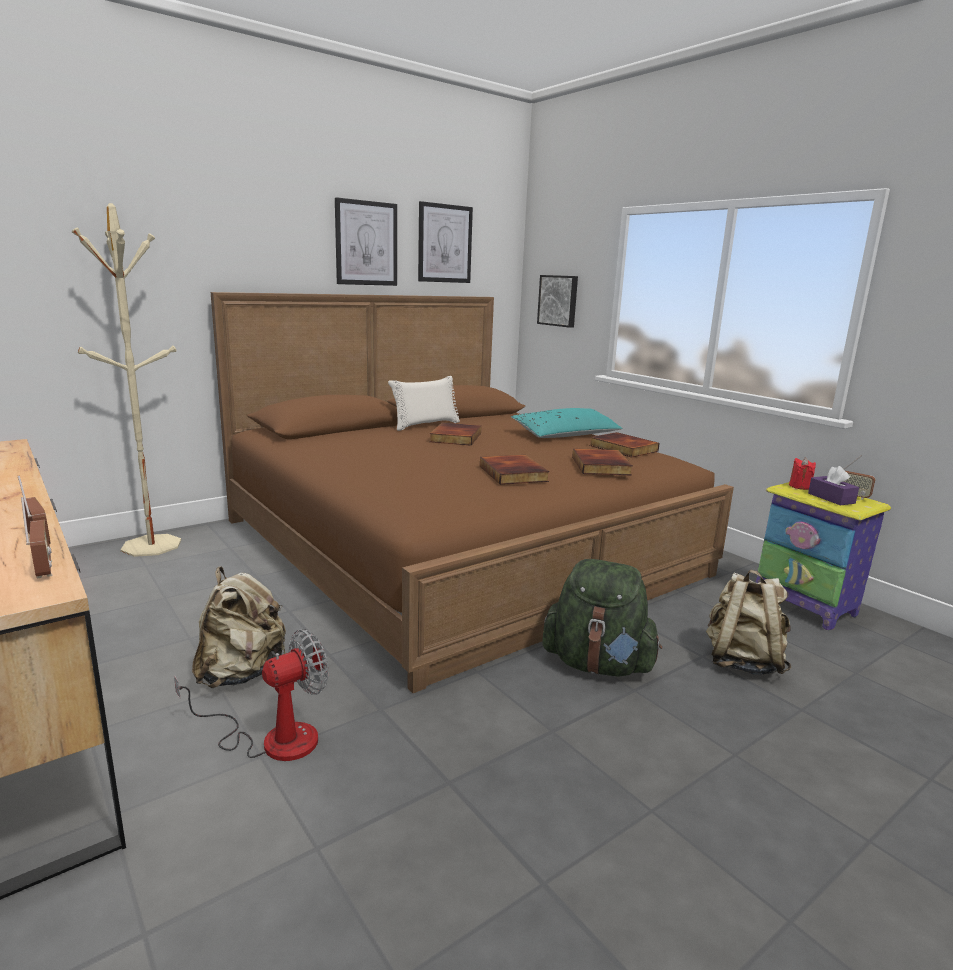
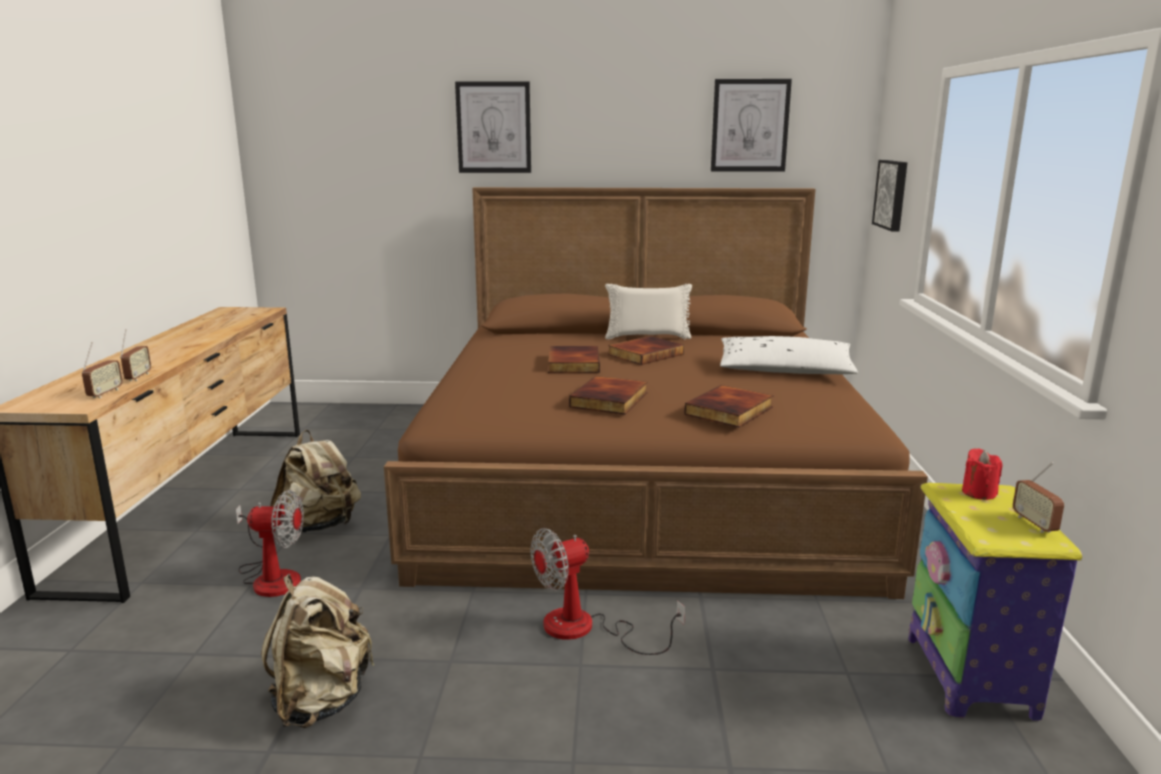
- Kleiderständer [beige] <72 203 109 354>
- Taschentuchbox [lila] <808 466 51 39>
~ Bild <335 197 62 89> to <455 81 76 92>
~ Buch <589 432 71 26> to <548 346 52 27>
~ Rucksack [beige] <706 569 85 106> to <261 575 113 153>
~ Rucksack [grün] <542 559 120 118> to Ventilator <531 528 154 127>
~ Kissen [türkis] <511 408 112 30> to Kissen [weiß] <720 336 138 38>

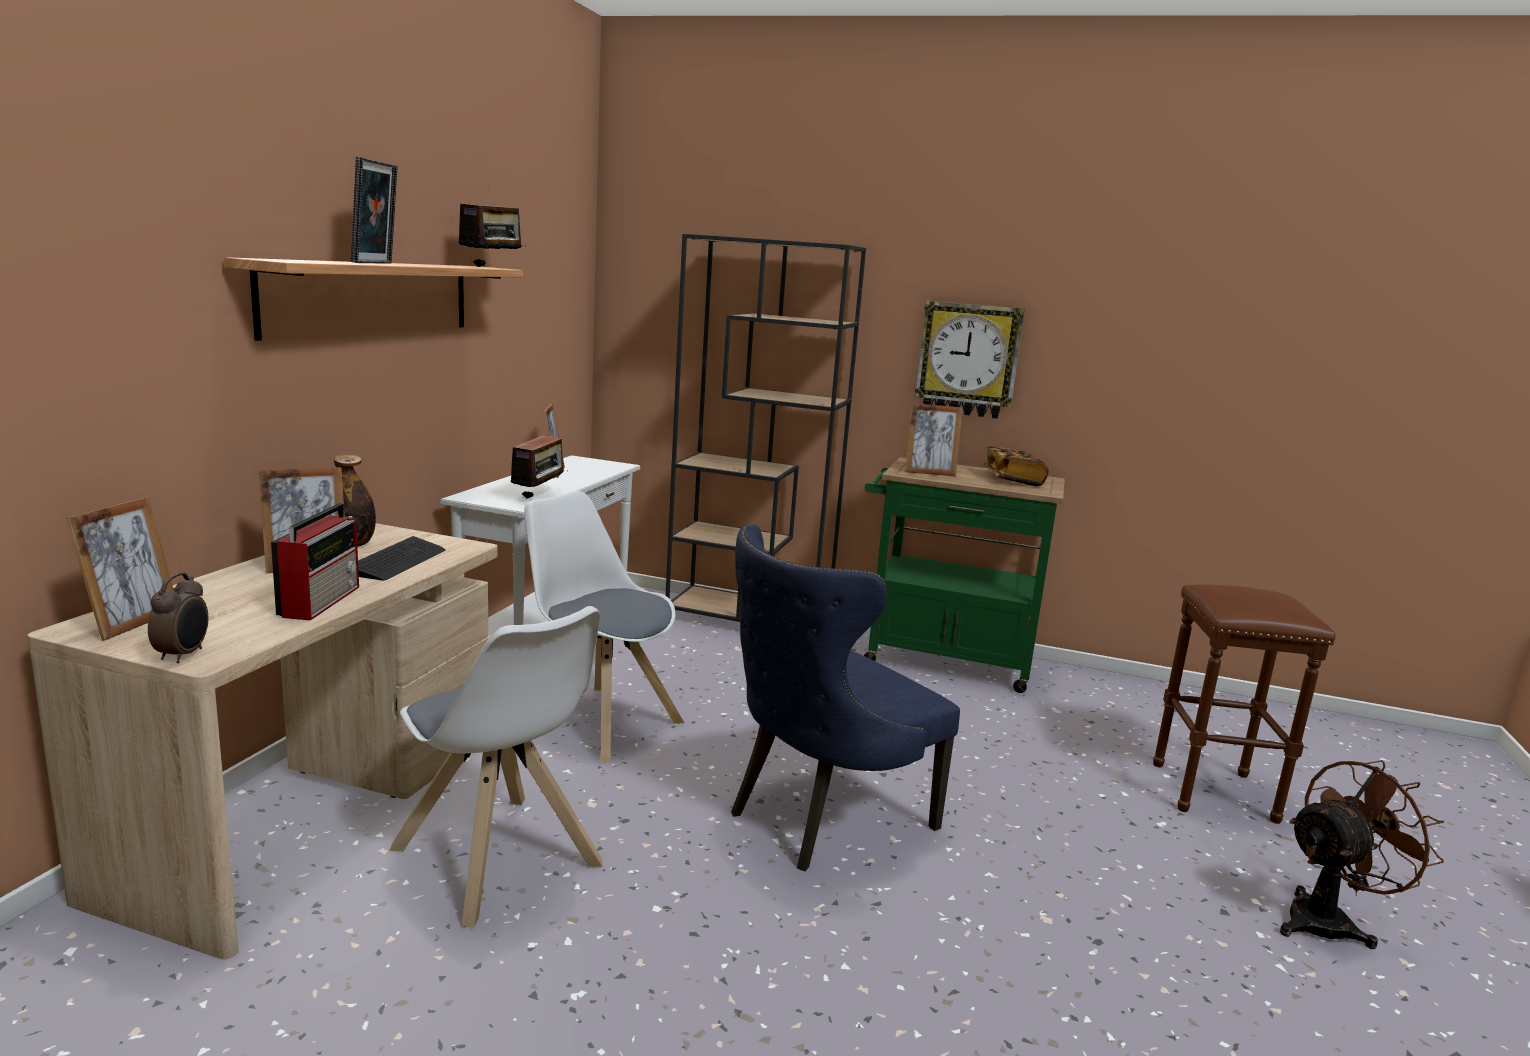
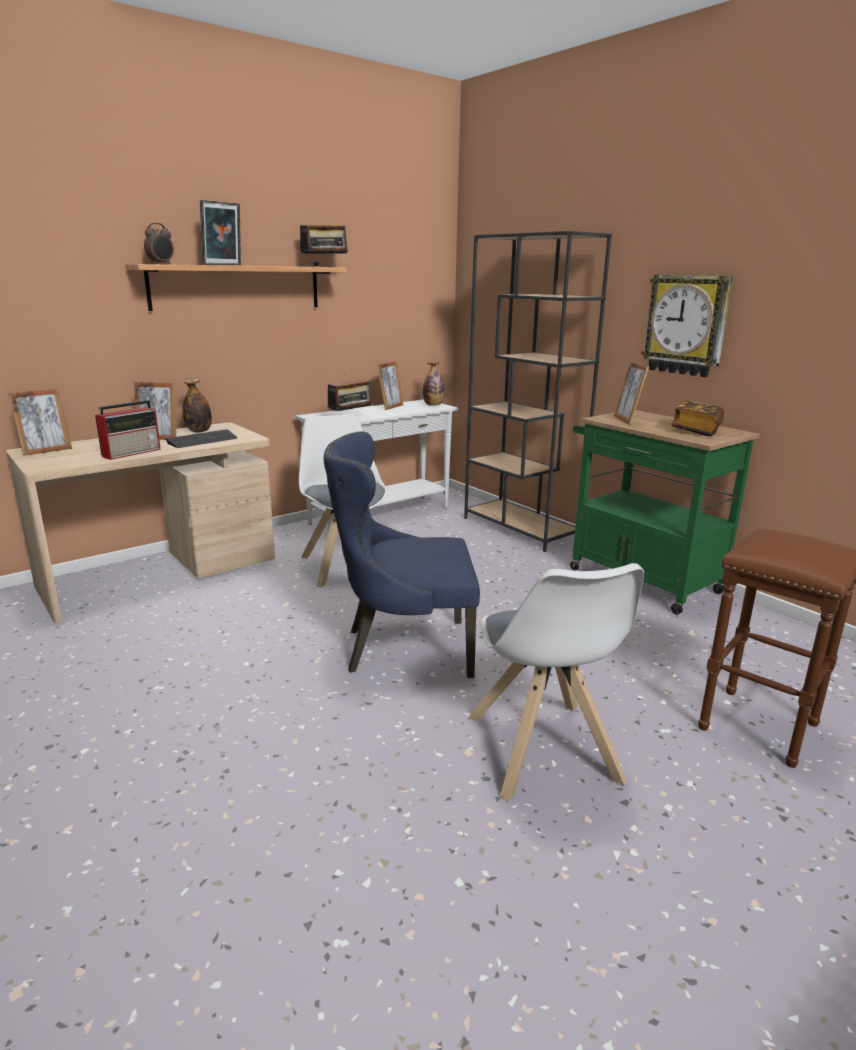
- Ventilator [braun] <1280 760 164 189>
+ Flasche <423 362 22 44>
~ Wecker <148 572 60 91> to <144 223 30 41>
~ Stuhl <389 606 214 322> to <468 563 176 238>
~ Bilderrahmen <905 403 58 74> = <614 361 35 64> 45 degrees clockwise

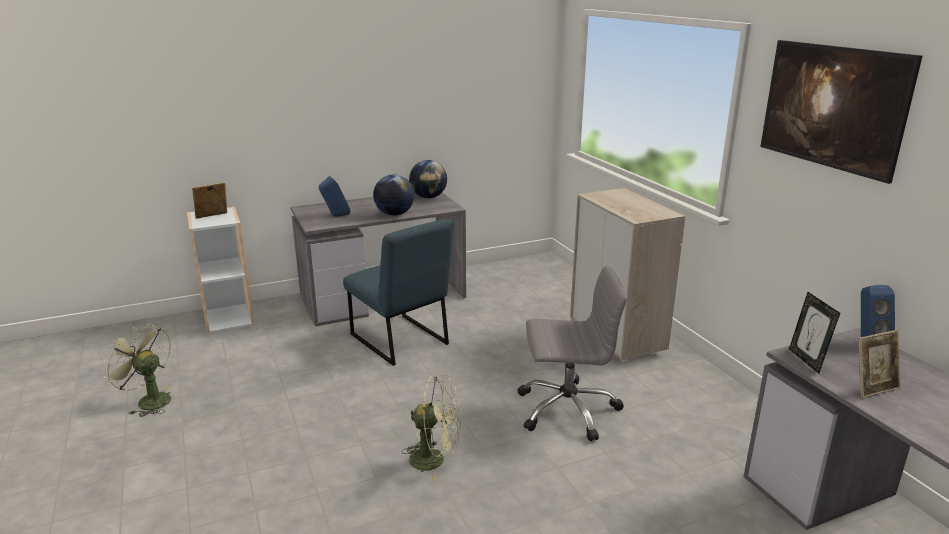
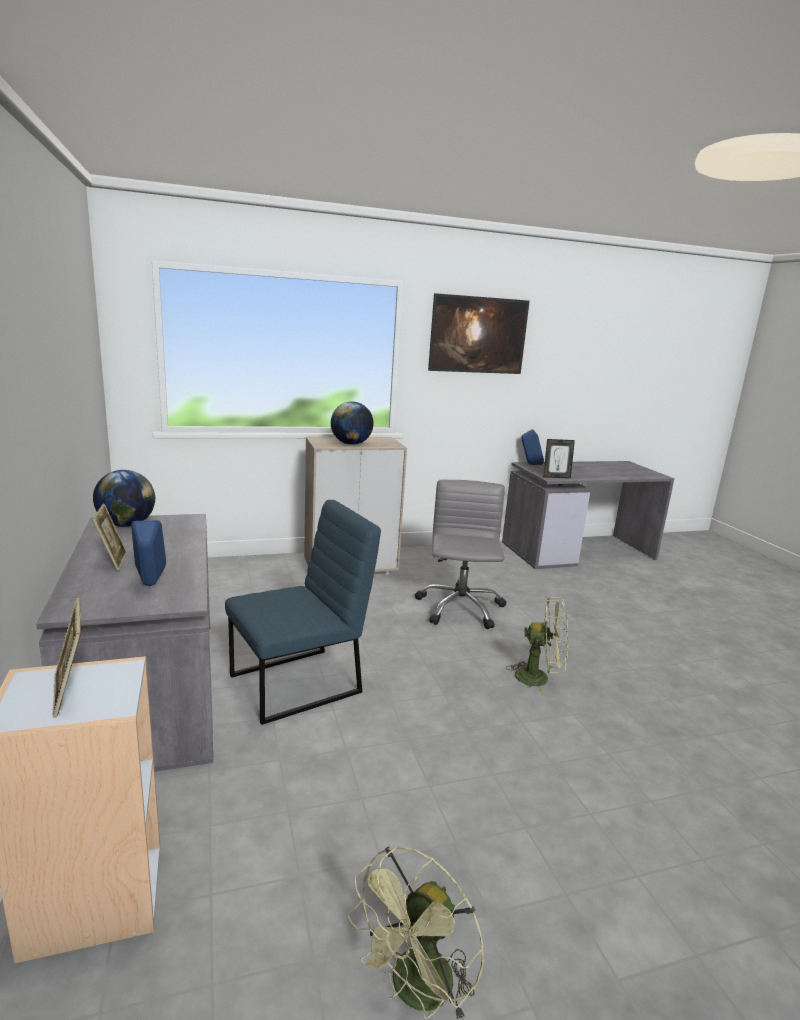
~ Globus <373 174 42 42> to <331 401 43 44>
~ Bilderrahmen <858 330 43 69> to <93 504 34 67>
~ Ventilator [grün] <402 375 59 106> = <506 597 62 99> 90 degrees clockwise

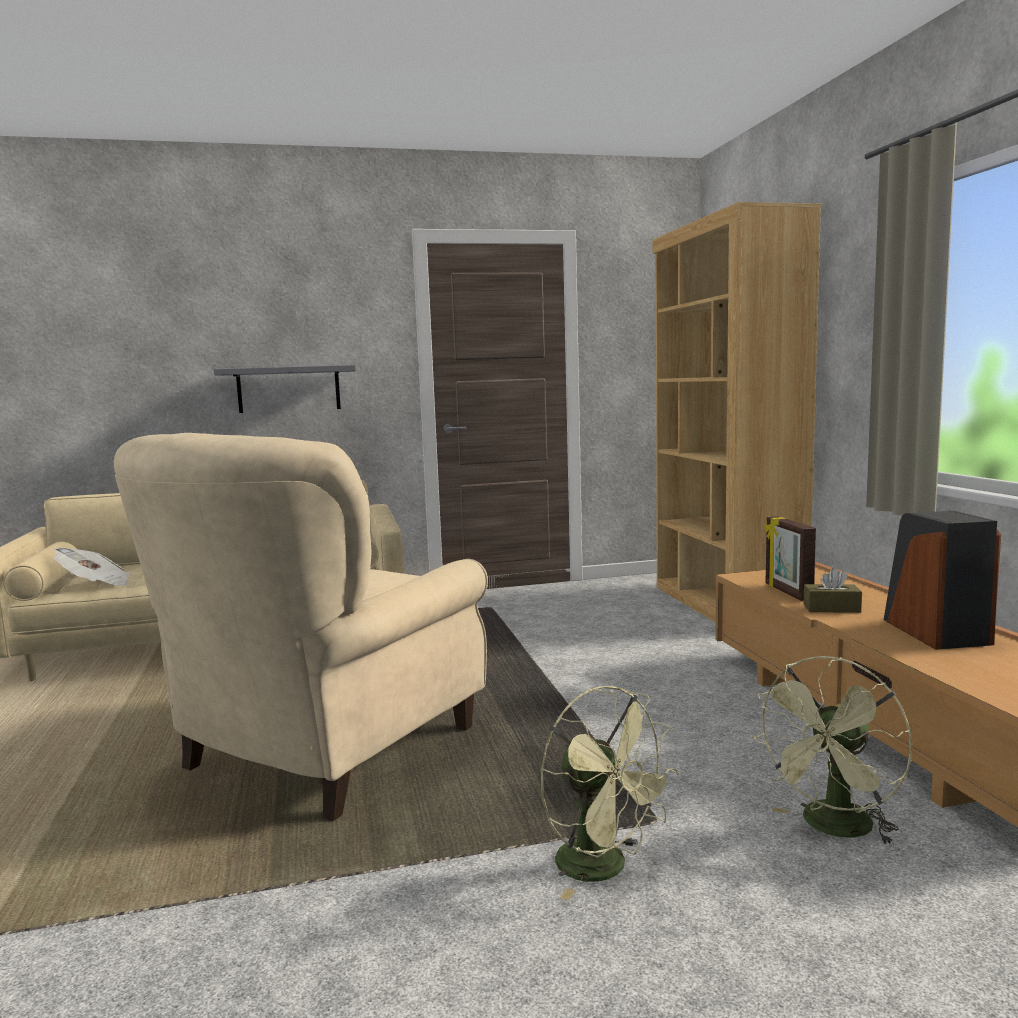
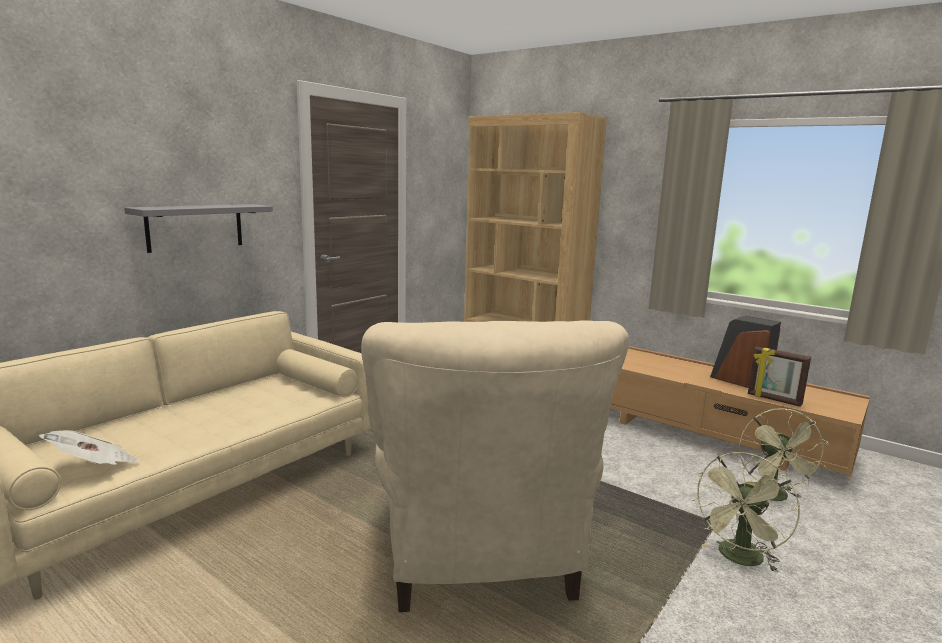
- Taschentuchbox [braun] <804 568 58 45>
~ Bilderrahmen <764 516 52 85> to <748 346 63 61>
~ Ventilator [grün] <540 686 139 214> = <692 452 108 121> 120 degrees clockwise

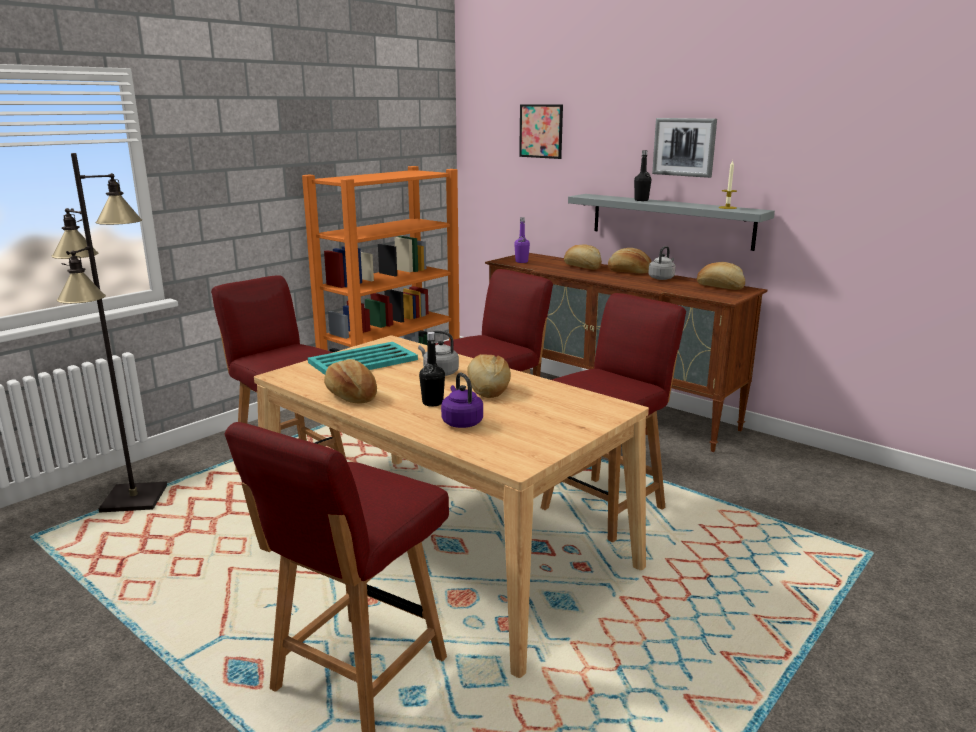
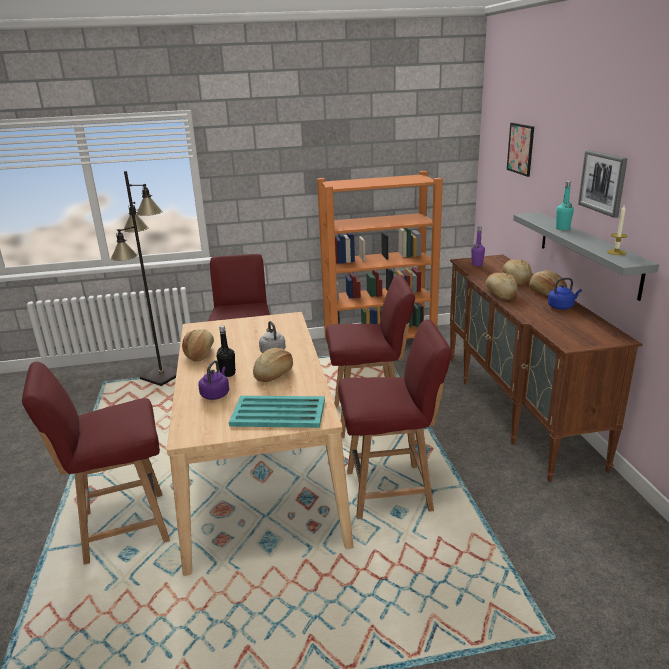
~ Tablett [türkis] <308 342 110 33> to <229 396 96 32>
~ Brot <697 262 48 28> to <485 273 33 27>
~ Flasche [schwarz] <634 150 17 51> to Flasche [türkis] <556 181 18 49>
~ Wasserkessel [grau] <648 246 28 34> to Wasserkessel [blau] <548 278 34 31>

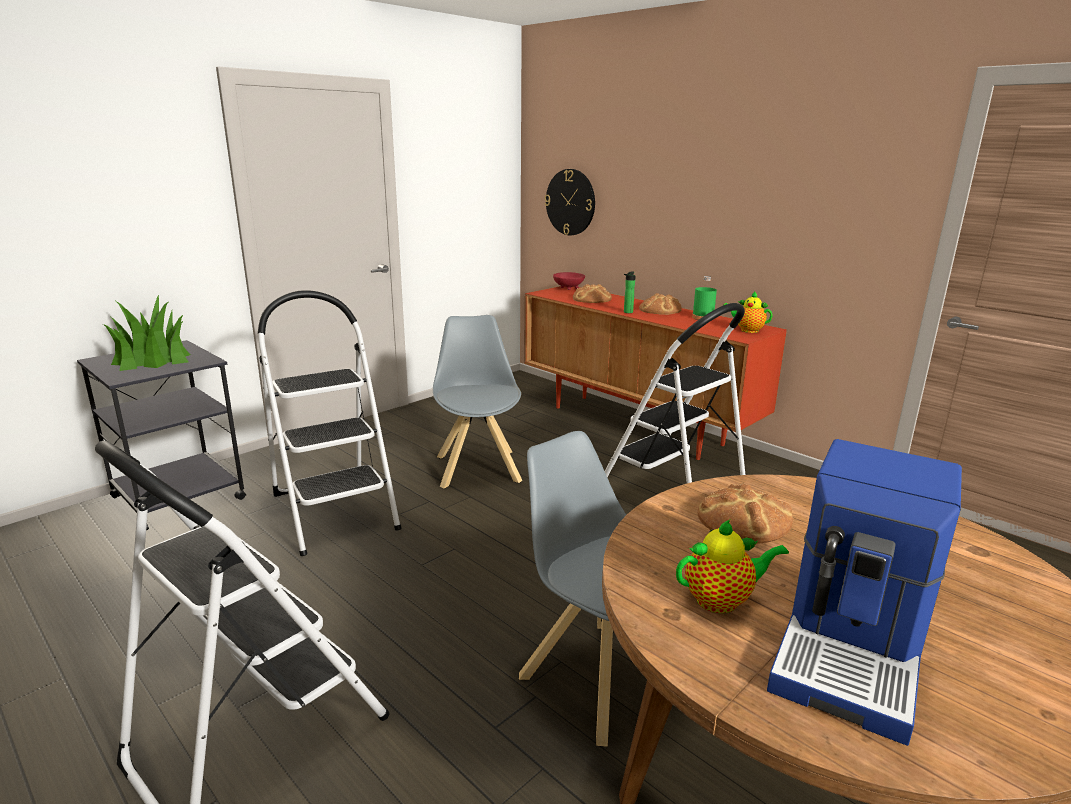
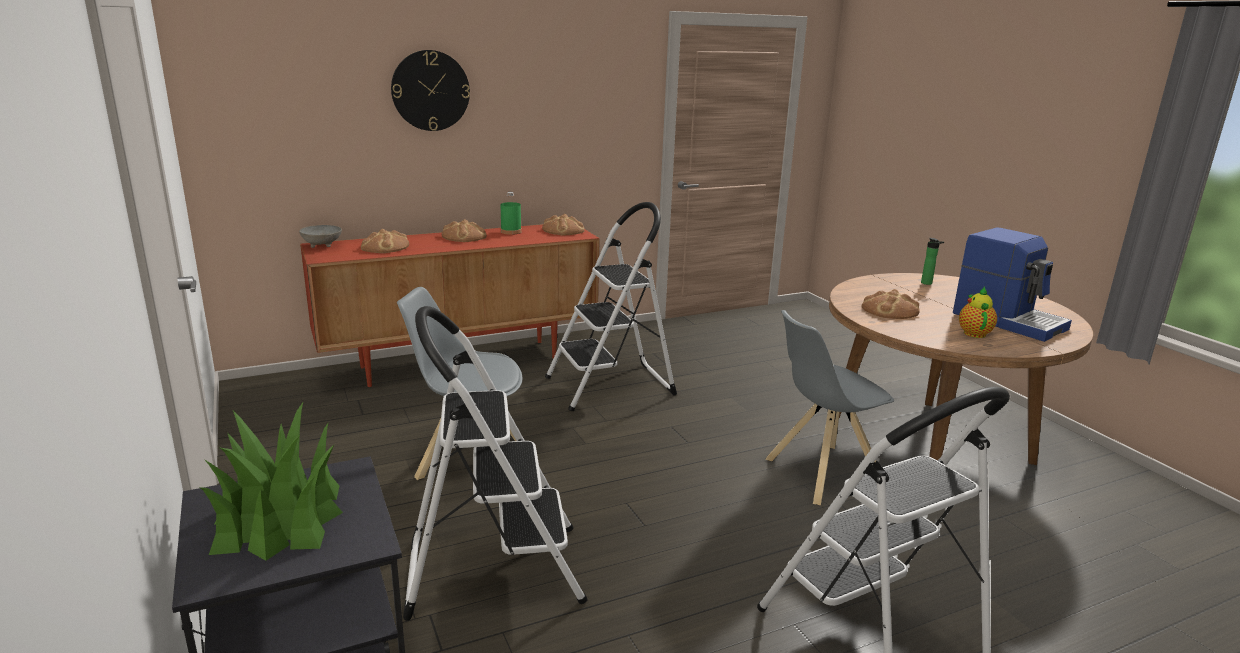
~ Wanduhr <545 169 50 66> to <391 50 79 81>
~ Flasche <624 272 12 41> to <921 238 23 47>
~ Teekanne <724 291 49 42> to Brot <542 214 43 21>
~ Schüssel [rot] <553 272 32 18> to Schüssel [grau] <299 225 43 23>

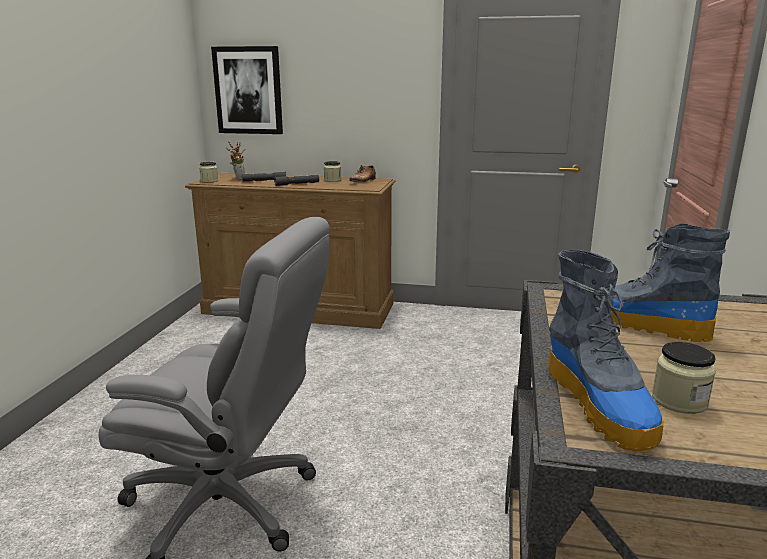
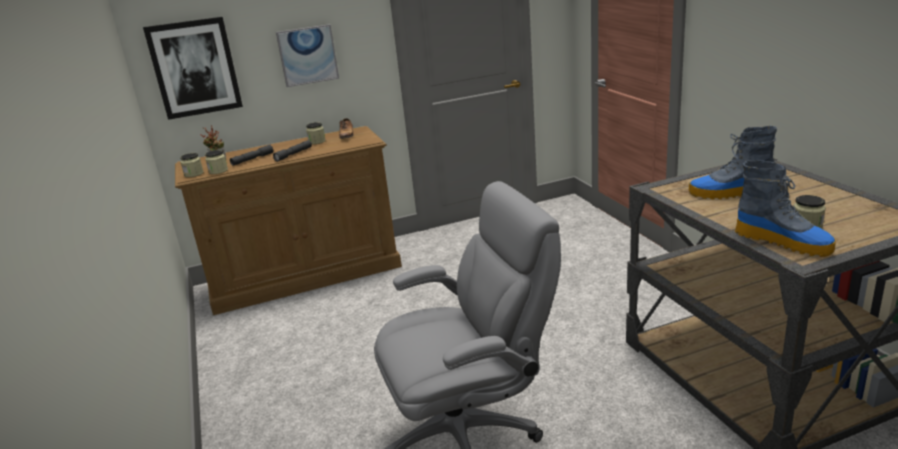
+ Vorratsglas <205 150 23 24>
+ Bild <276 24 63 63>

